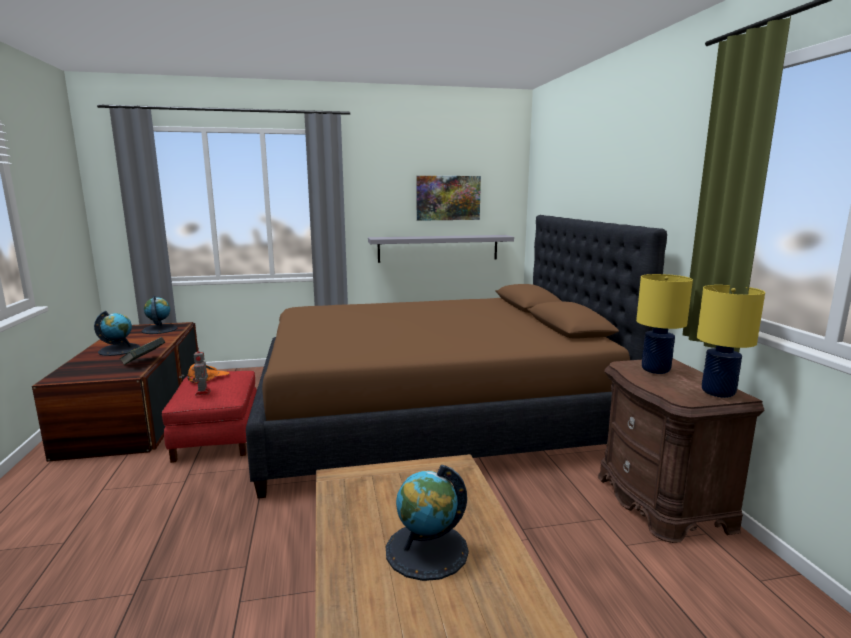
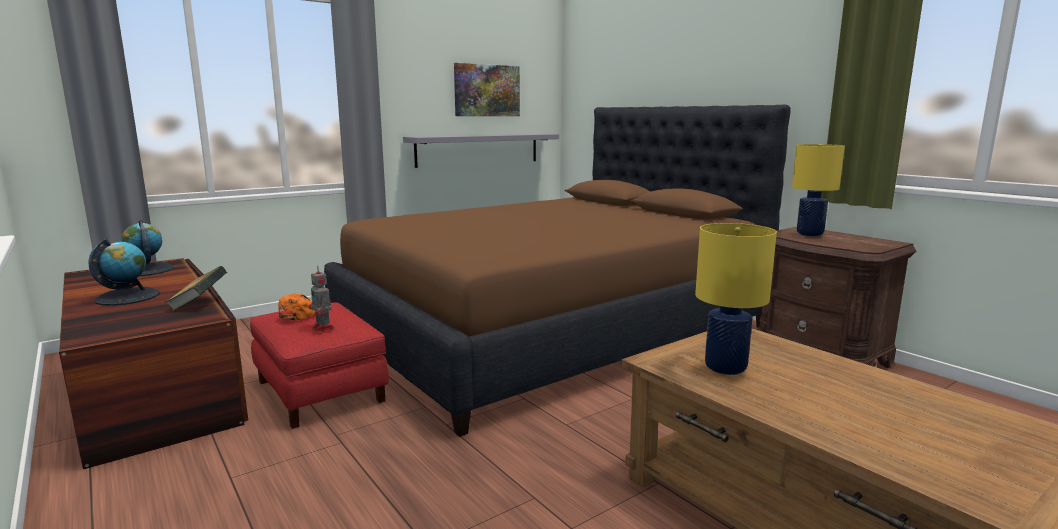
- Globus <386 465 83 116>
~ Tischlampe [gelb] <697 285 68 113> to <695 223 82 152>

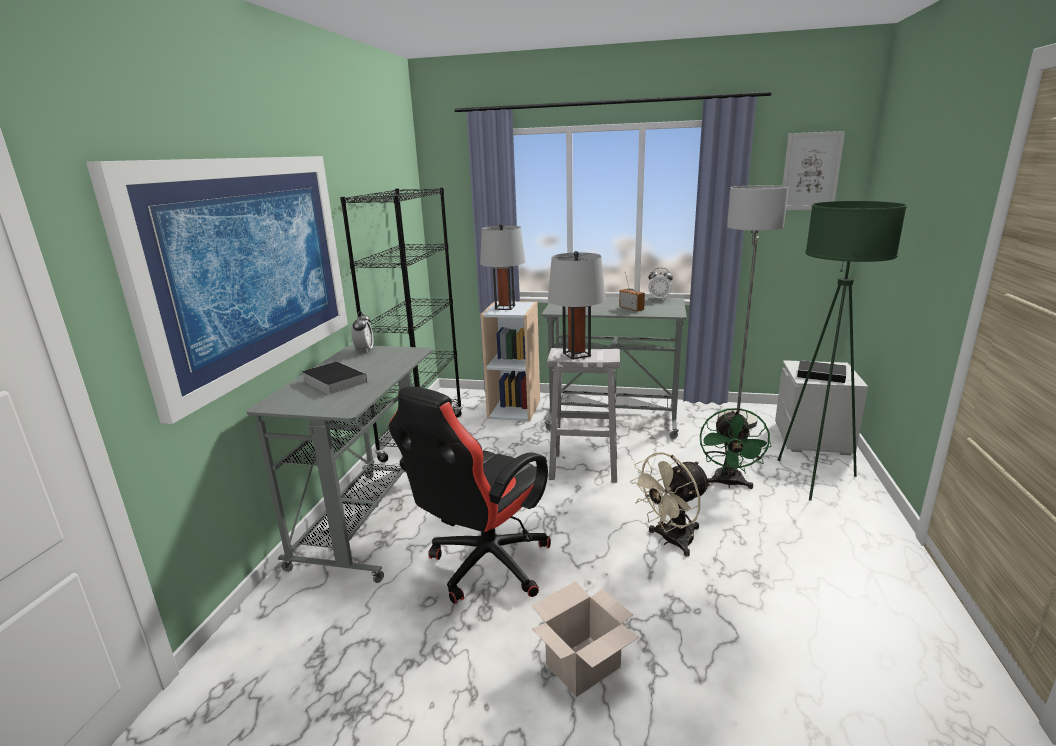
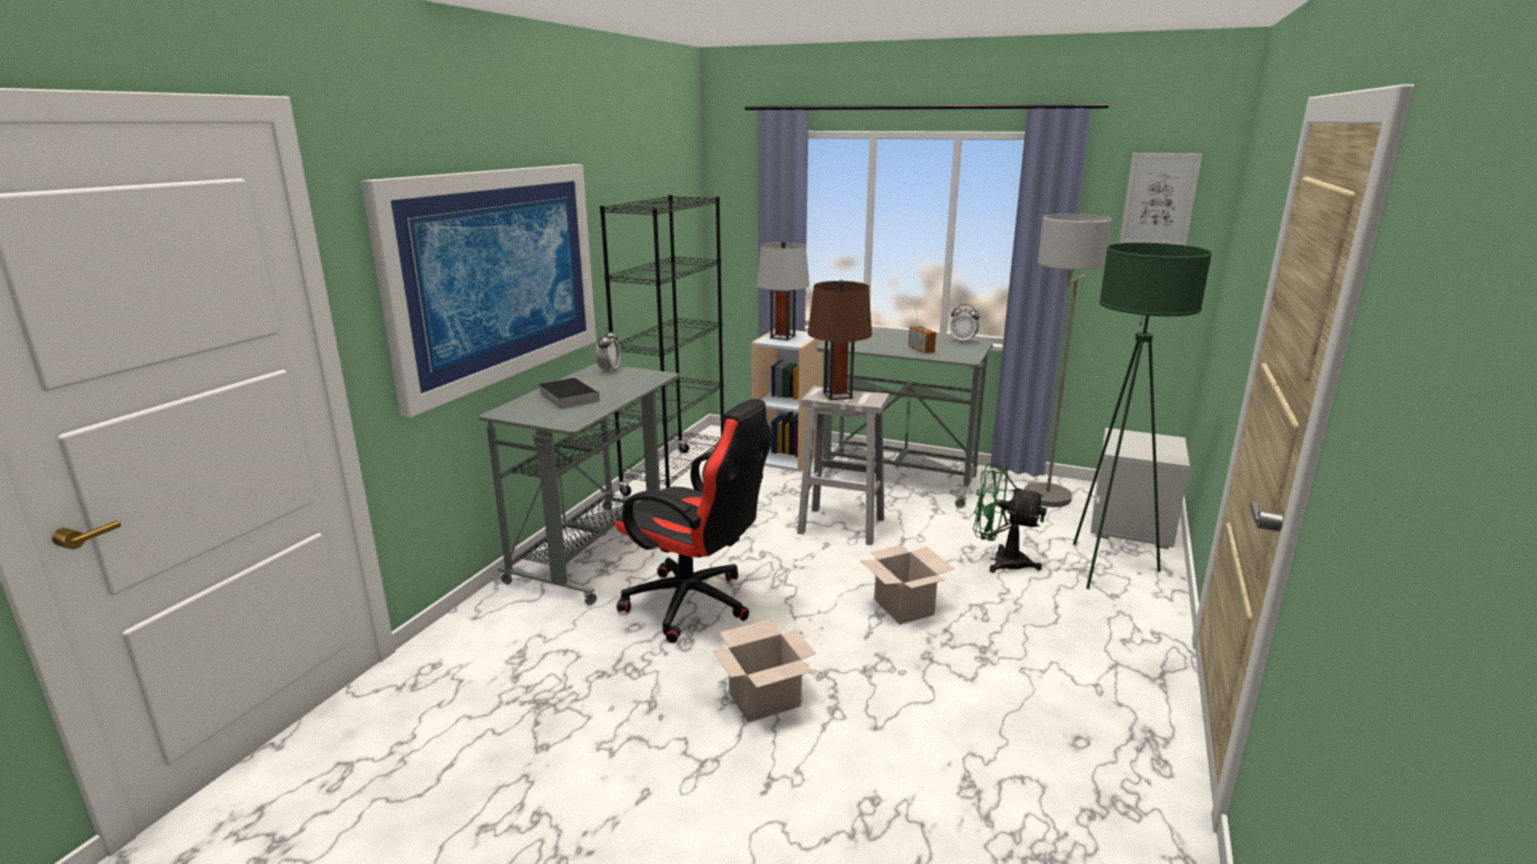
- Buch <797 360 53 23>
~ Ventilator [beige] <630 452 81 105> to Karton <860 545 95 79>
~ Tischlampe [grau] <548 251 58 109> to Tischlampe [braun] <808 280 64 120>
~ Bürostuhl [schwarz] <389 386 162 218> = <615 399 158 244> 105 degrees counterclockwise
~ Ventilator [grün] <700 408 71 81> = <973 464 74 109> 90 degrees clockwise

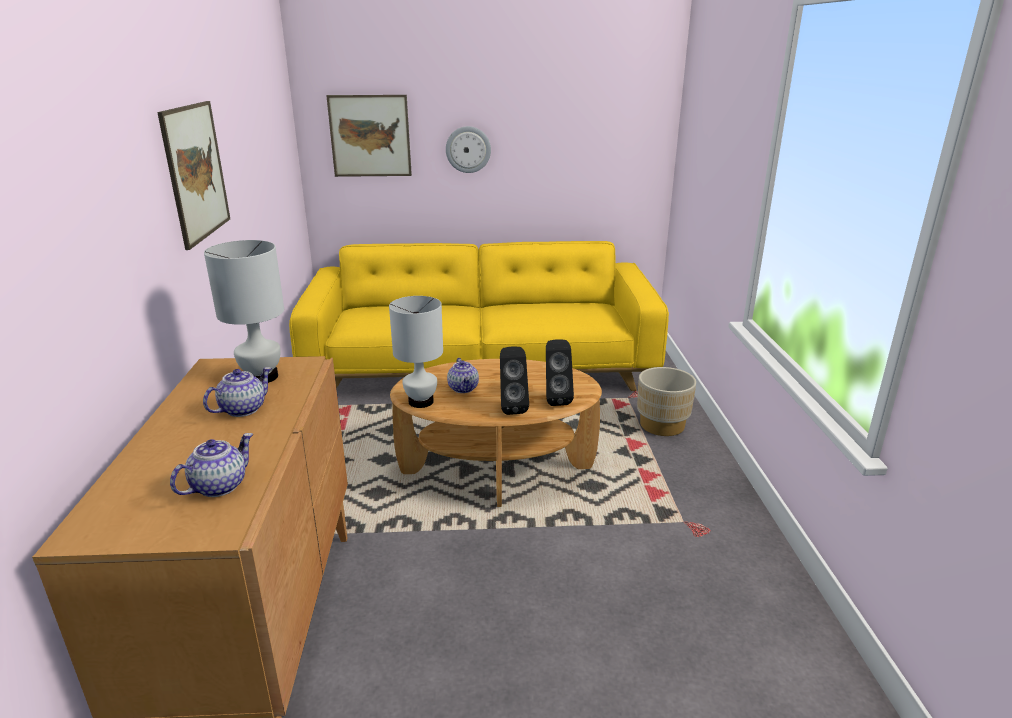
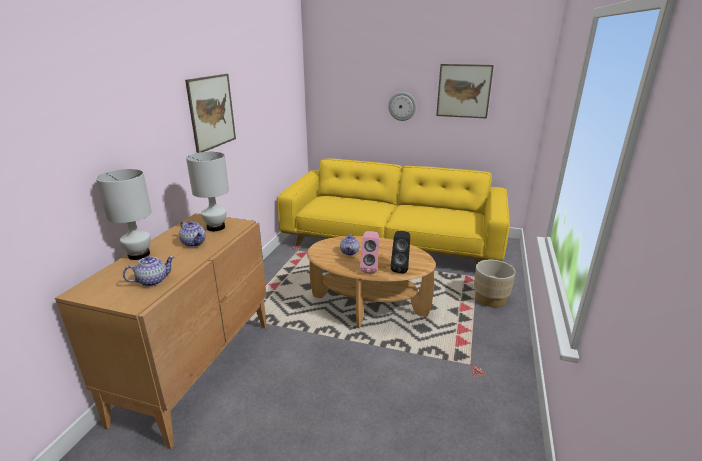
~ Bild <326 95 86 82> to <436 64 58 55>
~ Tischlampe [weiß] <389 296 54 112> to <96 169 56 91>
~ Lautsprecher [schwarz] <500 347 29 68> to Lautsprecher [rosa] <360 231 19 43>
~ Teekanne <203 367 69 50> = <179 221 27 26> 75 degrees clockwise

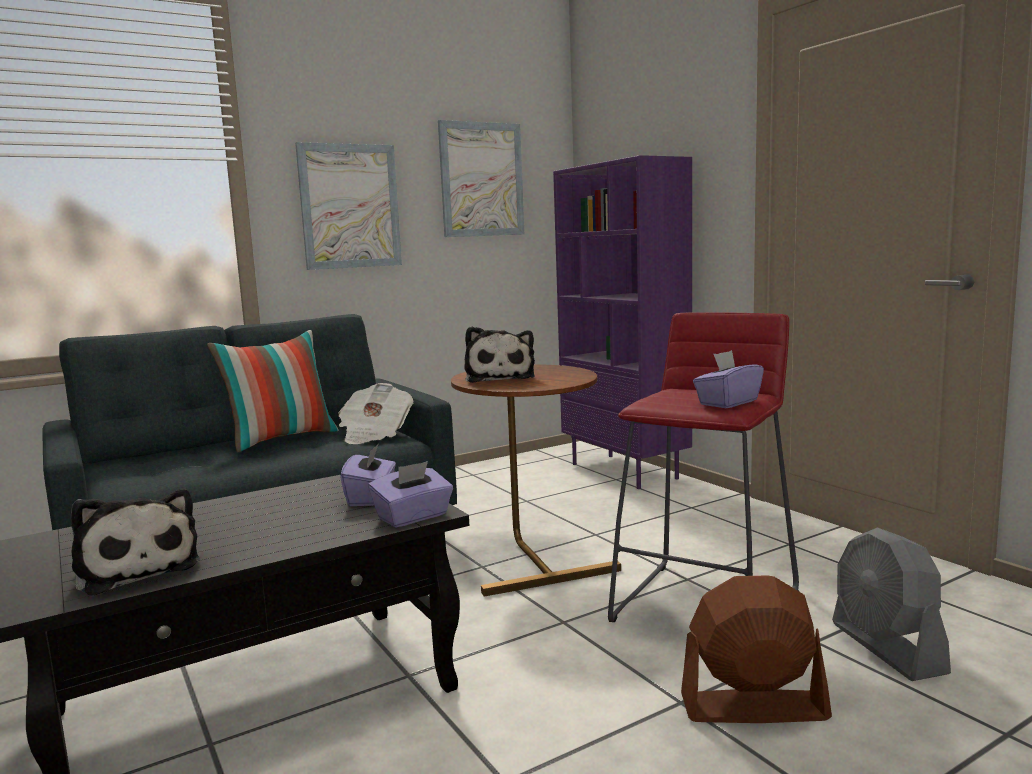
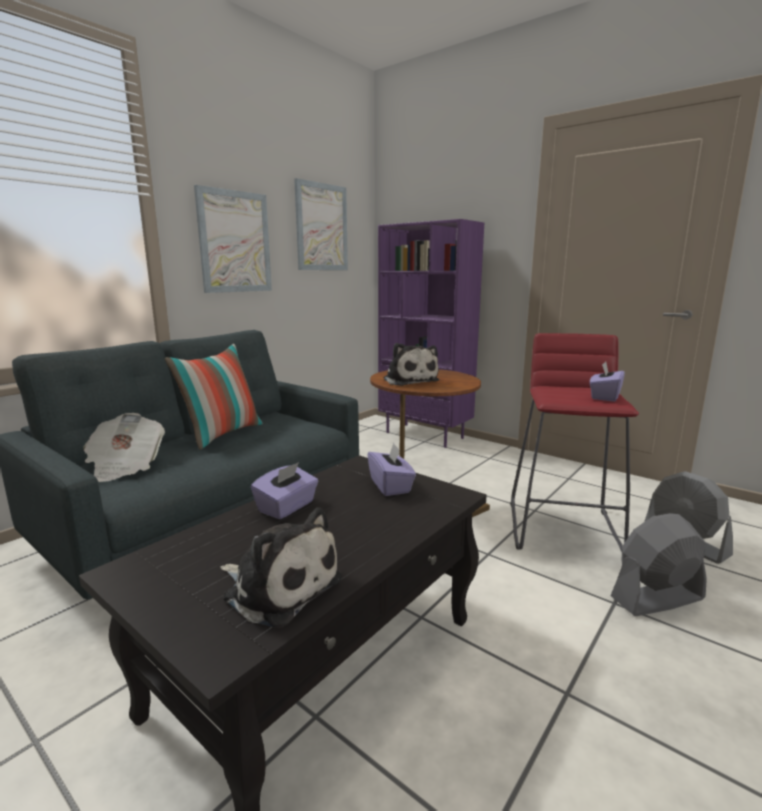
~ Zeitung <338 383 76 61> to <83 413 82 69>
~ Taschentuchbox [lila] <368 461 85 66> to <251 462 67 57>
~ Ventilator [braun] <681 576 151 147> to Ventilator [grau] <611 513 96 103>

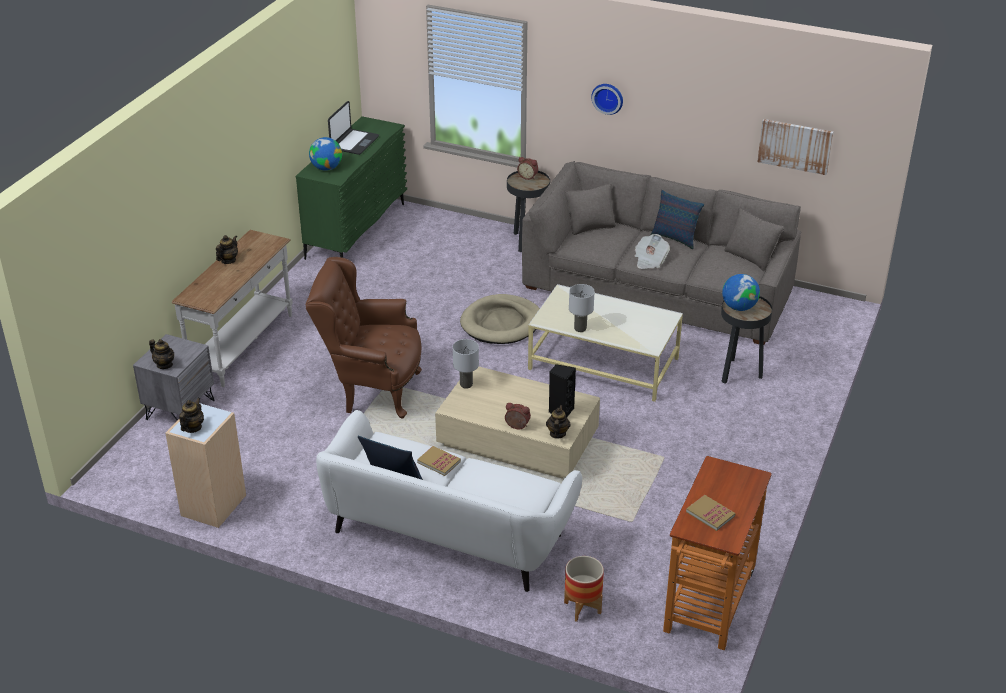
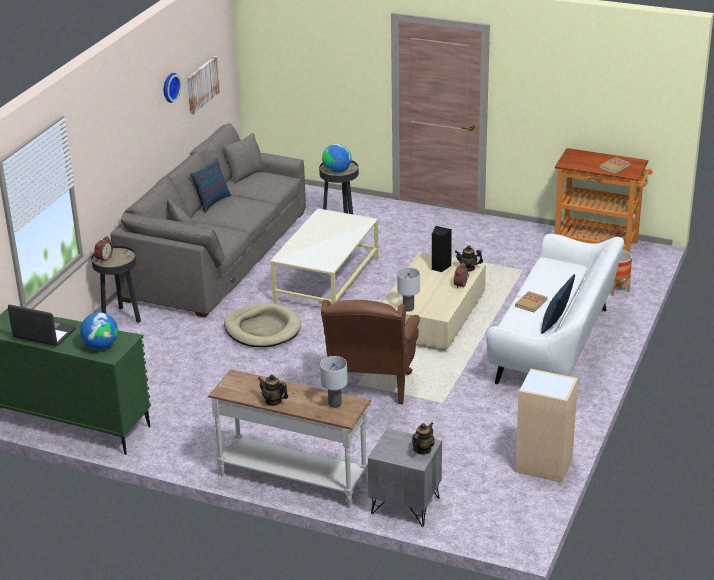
- Teekanne <179 398 25 35>
- Zeitung <635 234 35 35>
~ Tischlampe [weiß] <569 284 26 48> to <320 356 28 52>
~ Wanduhr <591 84 32 31> to <164 73 17 30>

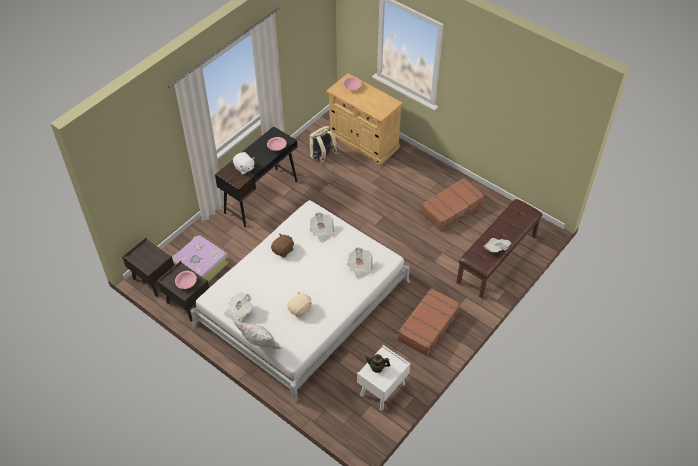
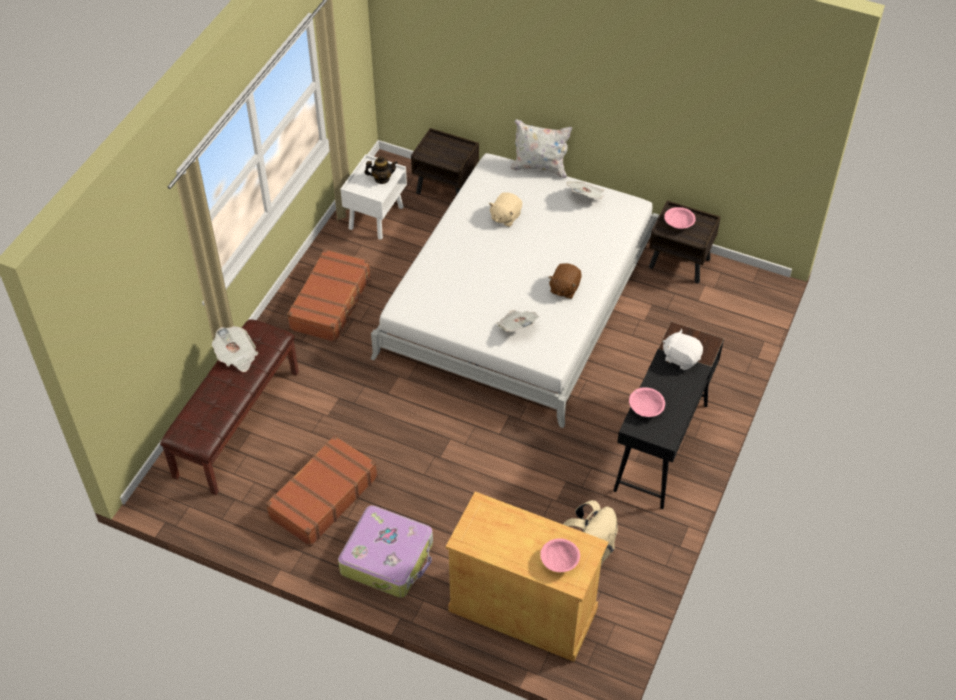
- Zeitung <347 247 26 32>
~ Nachttisch [braun] <122 237 52 60> to <411 128 68 67>
~ Koffer <172 235 57 47> to <338 505 95 93>

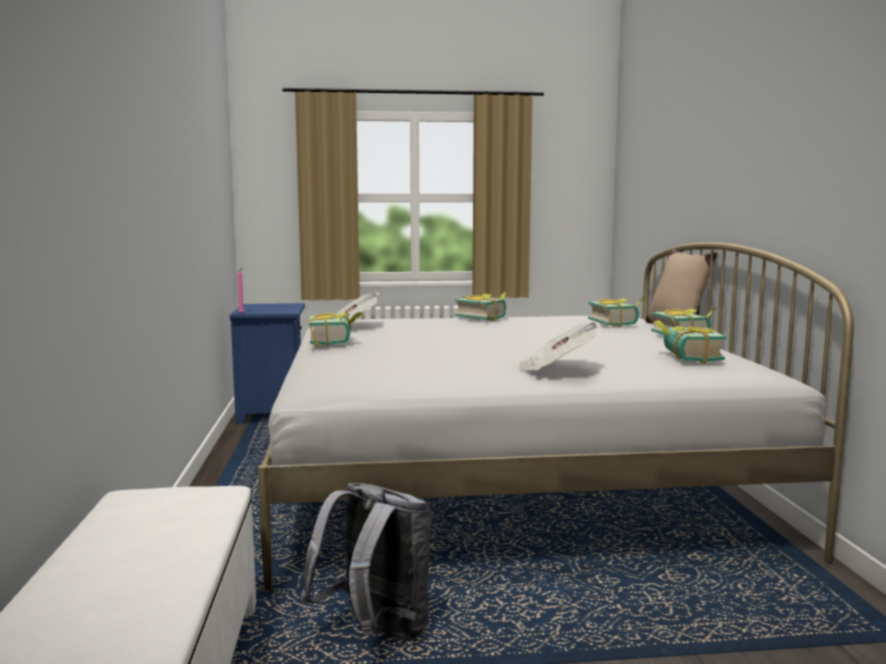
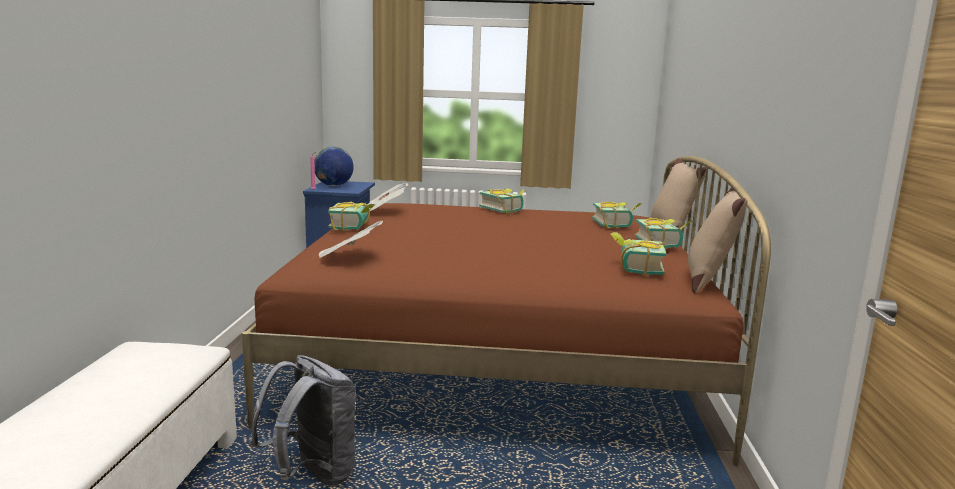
+ Globus <315 147 39 39>
+ Kissen [beige] <688 187 60 106>
~ Zeitung <514 322 87 49> to <319 221 64 37>
~ Bett [weiß] <258 242 596 349> to Bett [braun] <242 156 529 310>

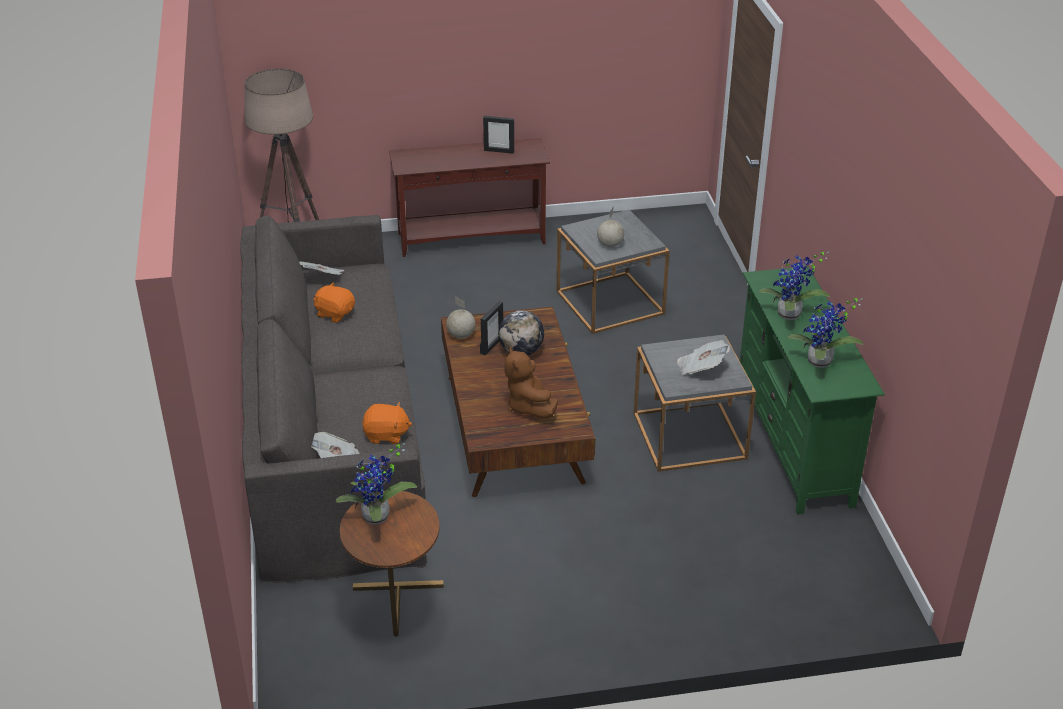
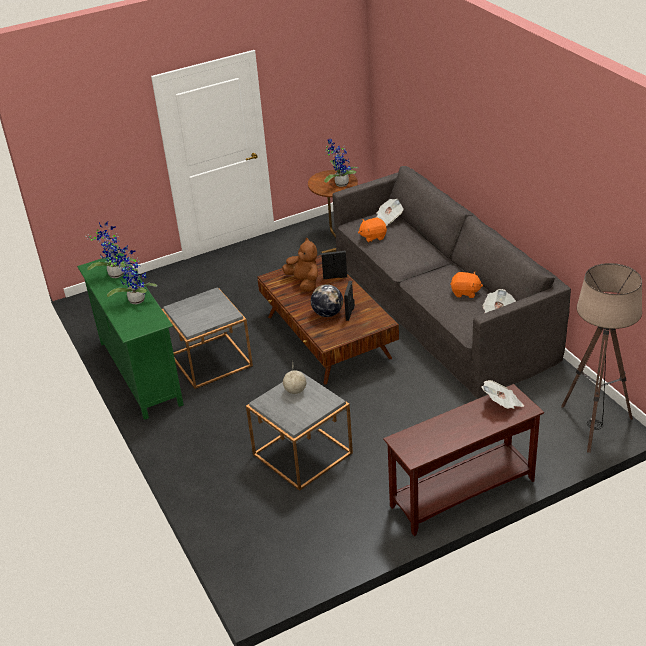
- Globus <446 296 29 43>
~ Bilderrahmen <483 116 31 38> to <321 251 26 28>
~ Zeitung <677 340 53 35> to <481 380 43 29>

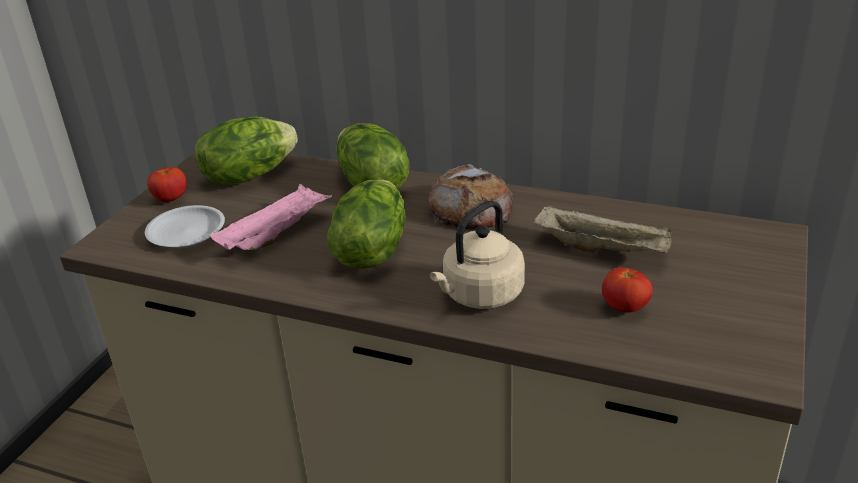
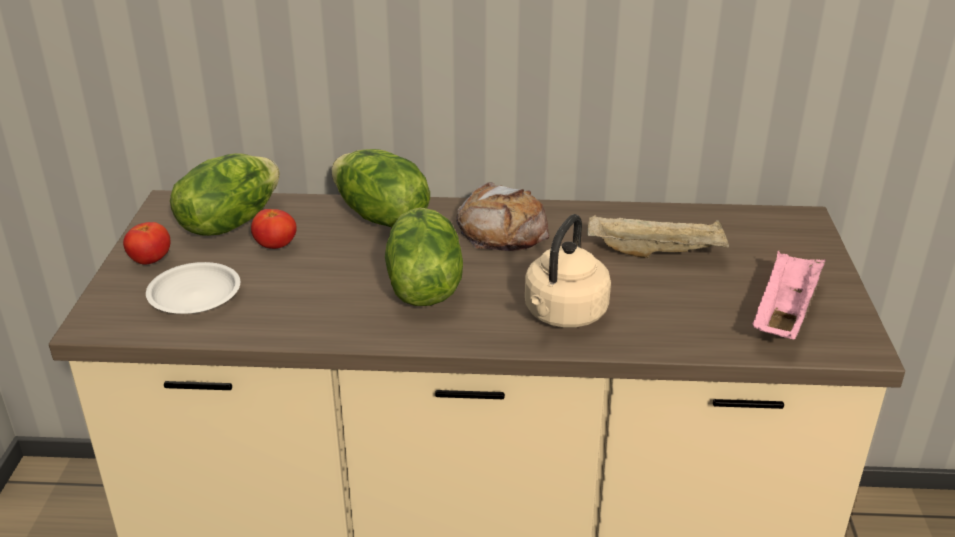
~ Tablett [rosa] <210 184 122 66> to <753 251 73 89>
~ Tomate <602 267 51 45> to <251 209 46 40>

